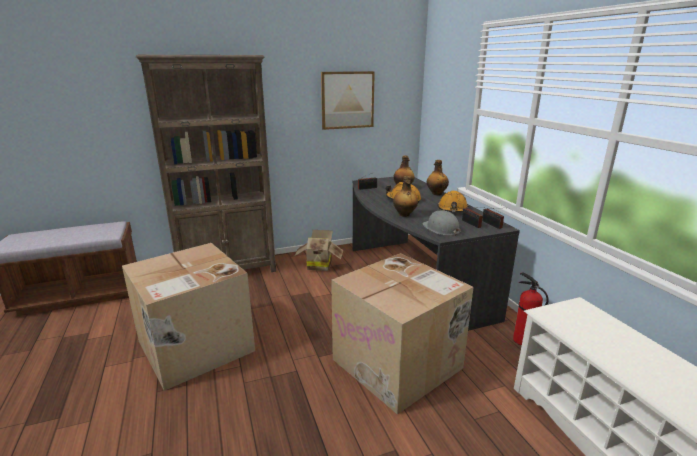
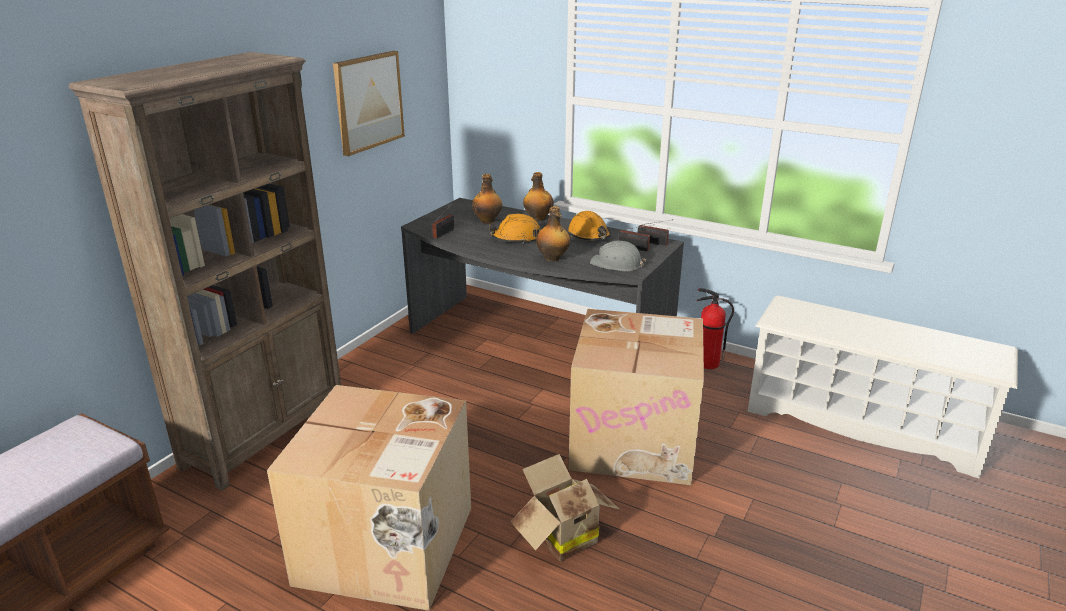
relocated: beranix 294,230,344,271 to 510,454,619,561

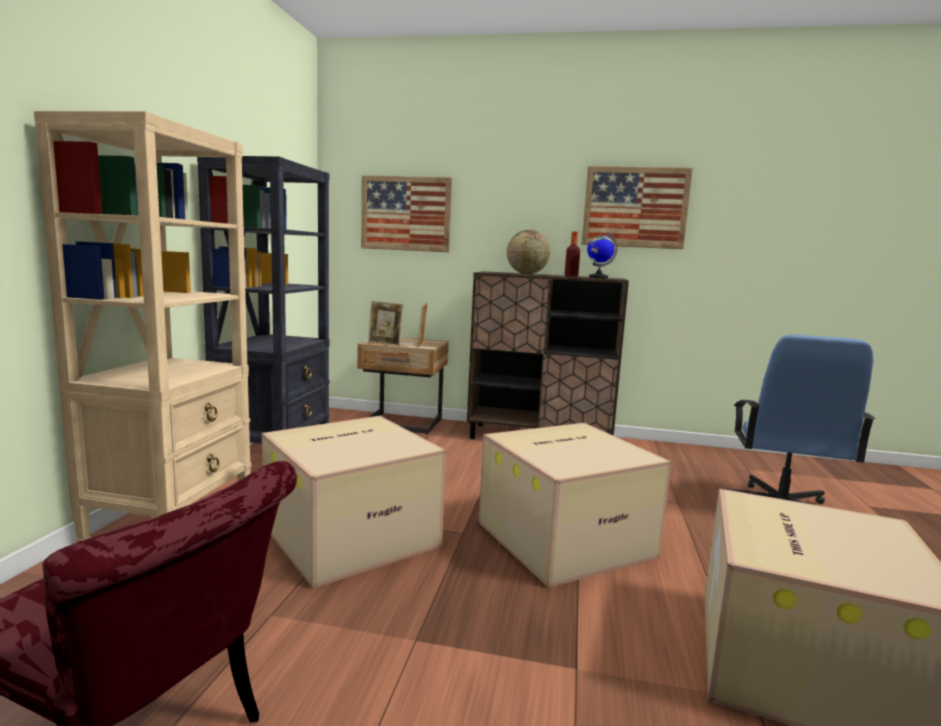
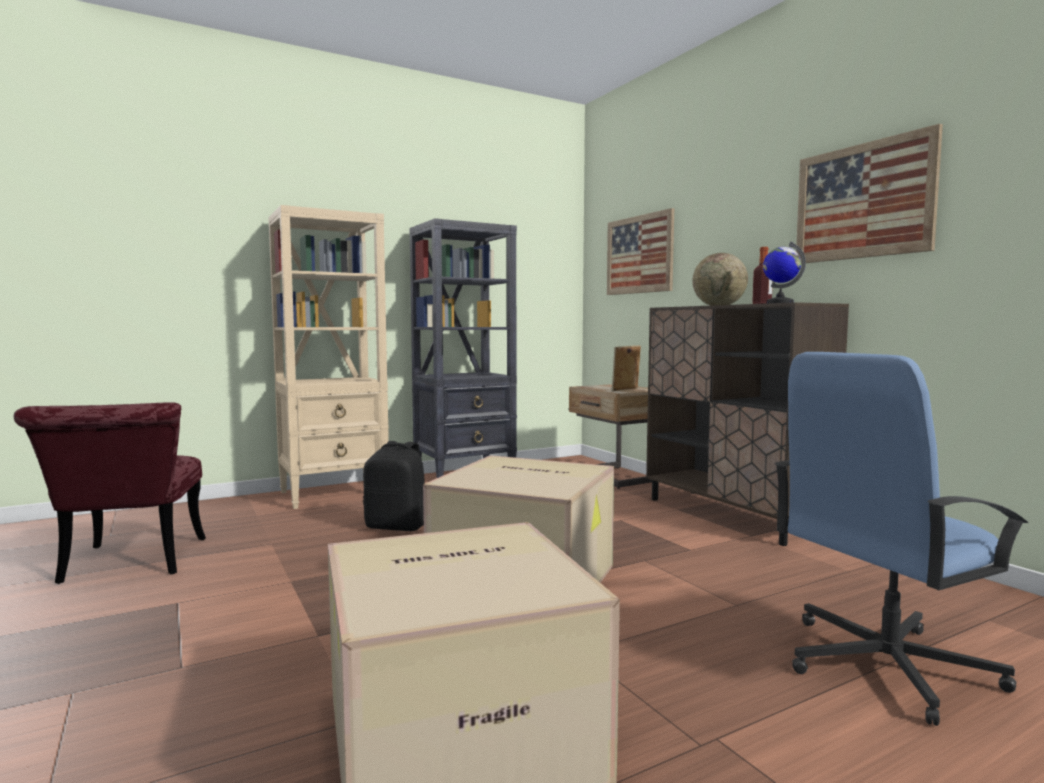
missing: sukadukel 368,301,403,346
exchanged: beranix 262,416,446,588 to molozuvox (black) 363,441,425,531

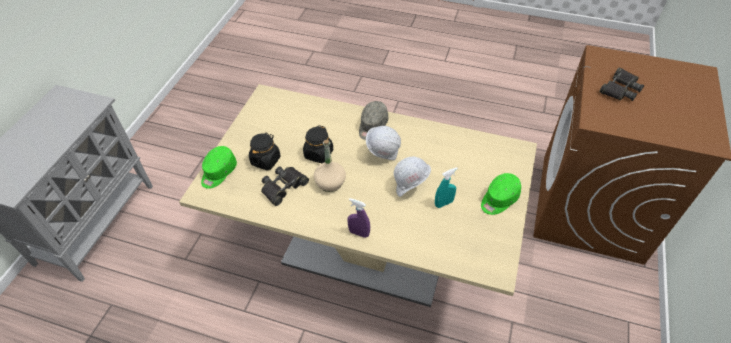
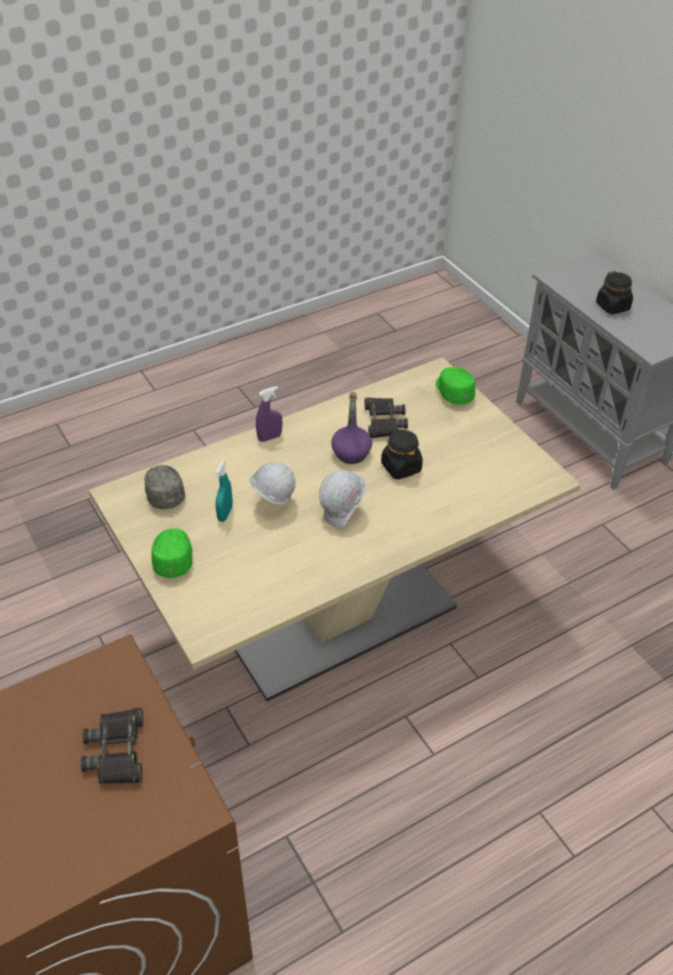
relocated: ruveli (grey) 359,101,388,140 to 145,465,185,509; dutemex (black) 249,132,281,170 to 596,271,633,314
colour: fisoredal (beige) 314,140,346,192 to fisoredal (purple) 331,392,372,464

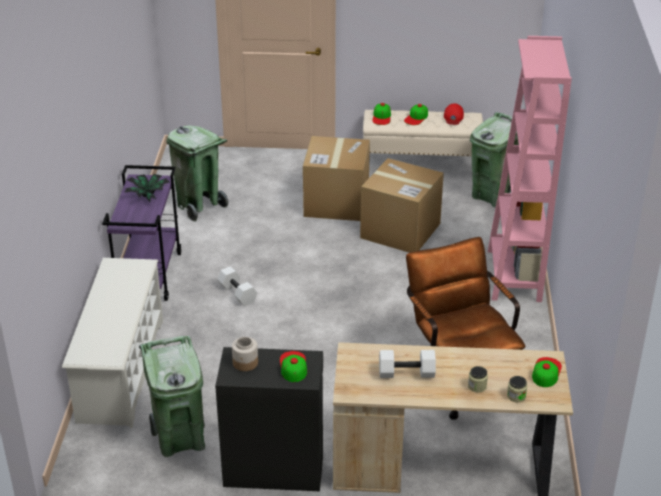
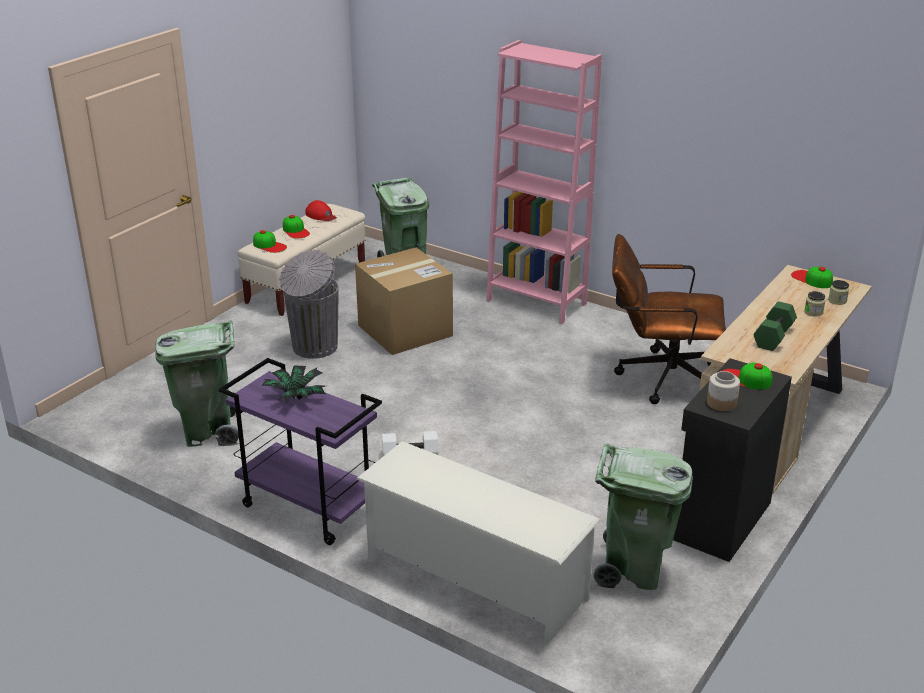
exchanged: beranix 303,136,370,221 to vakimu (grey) 279,250,339,359
colour: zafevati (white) 379,350,436,378 to zafevati (green) 753,301,797,351

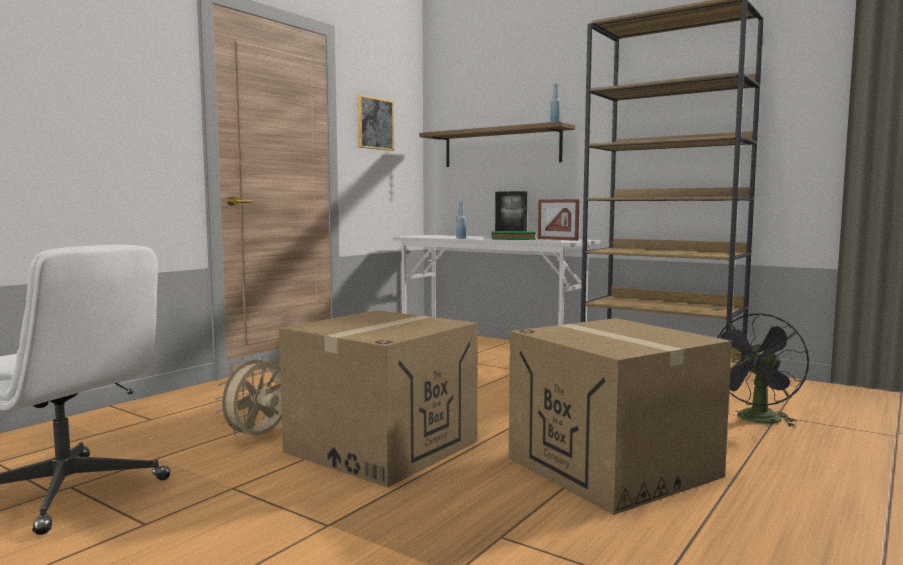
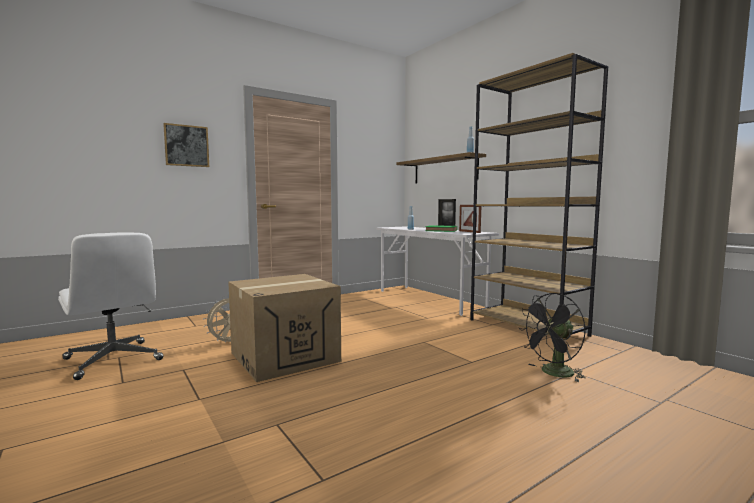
missing: beranix 509,318,732,515
relocated: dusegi 357,95,394,151 to 163,123,209,167

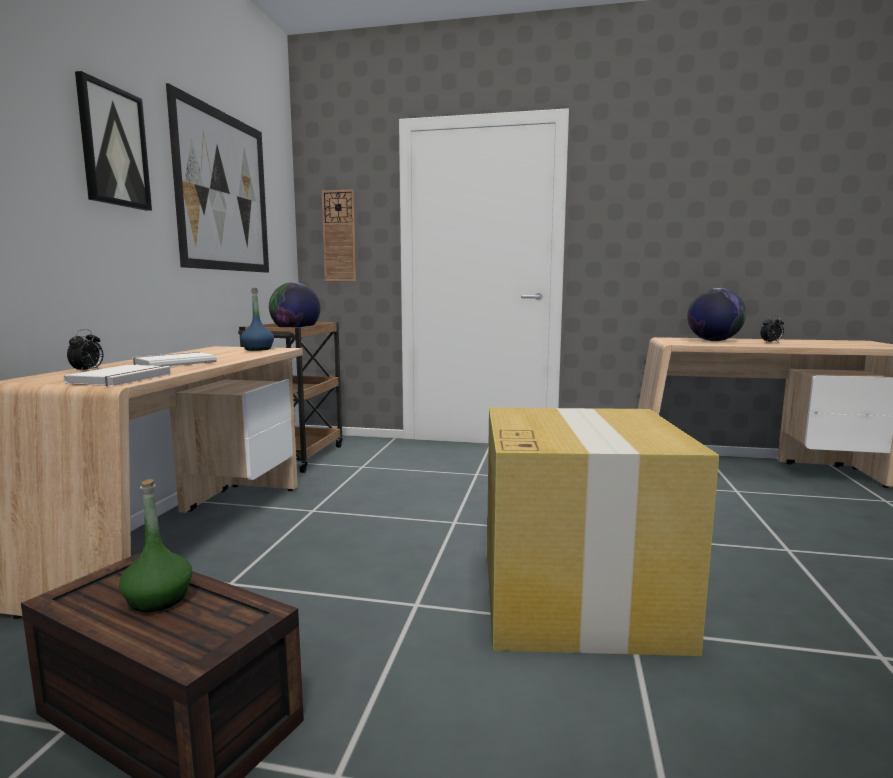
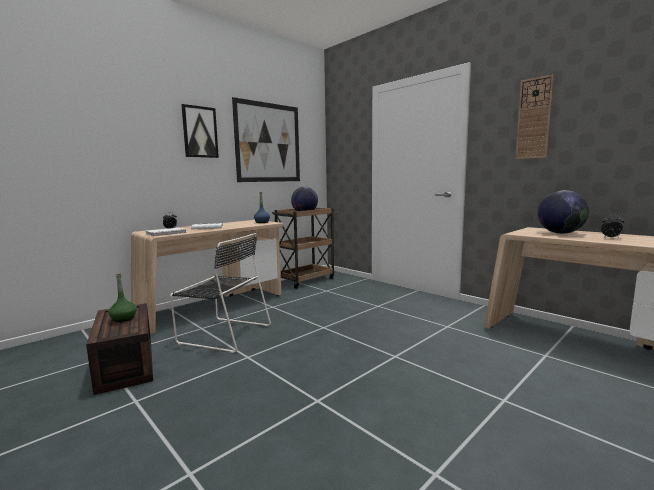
missing: beranix 487,408,719,656
appeared: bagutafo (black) 170,233,271,353
relocated: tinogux 322,189,357,281 to 515,74,554,159

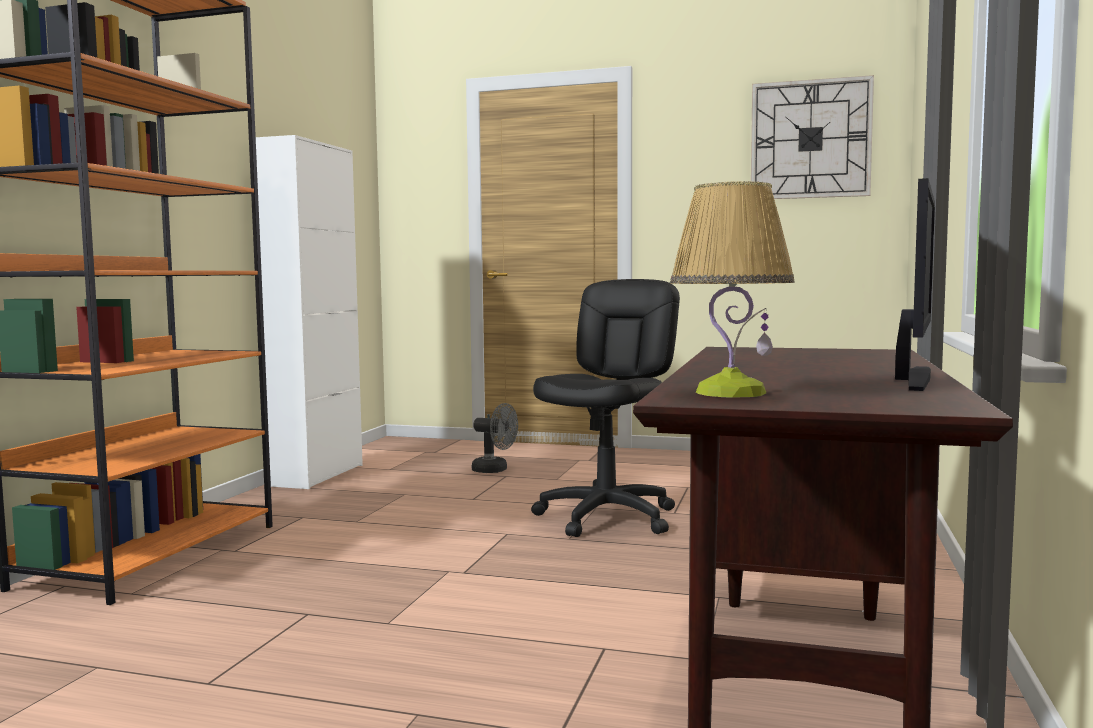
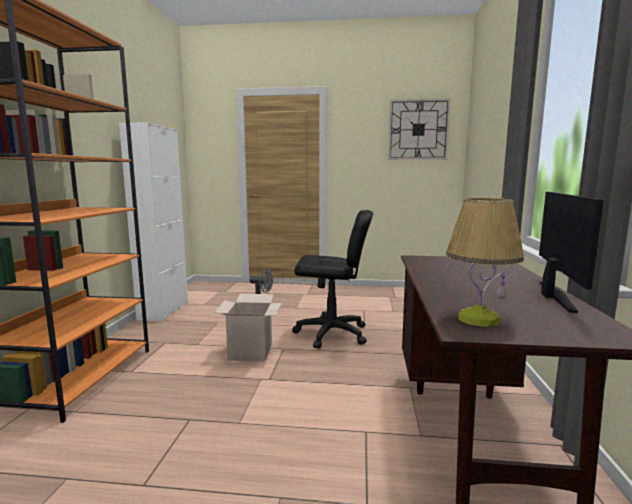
appeared: beranix 215,294,282,362
spun: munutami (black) 531,279,680,537 = 292,210,373,349 75 degrees clockwise

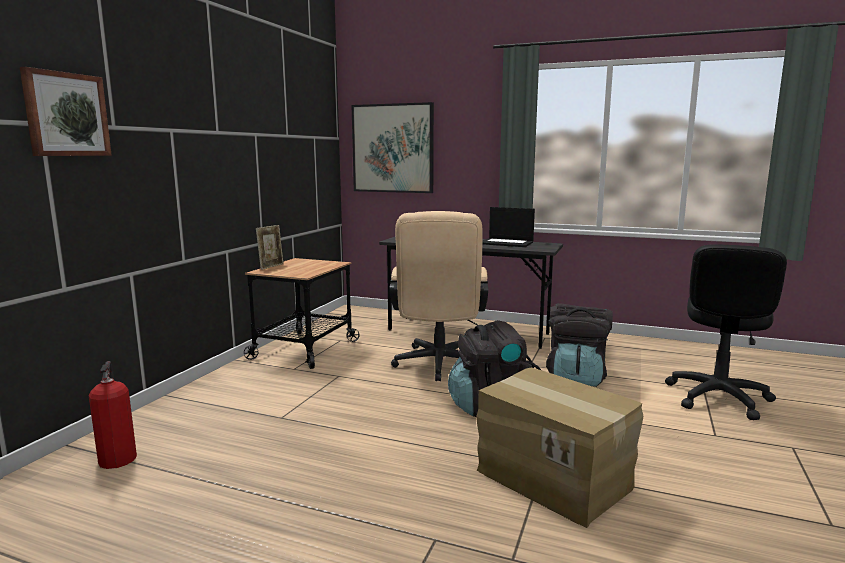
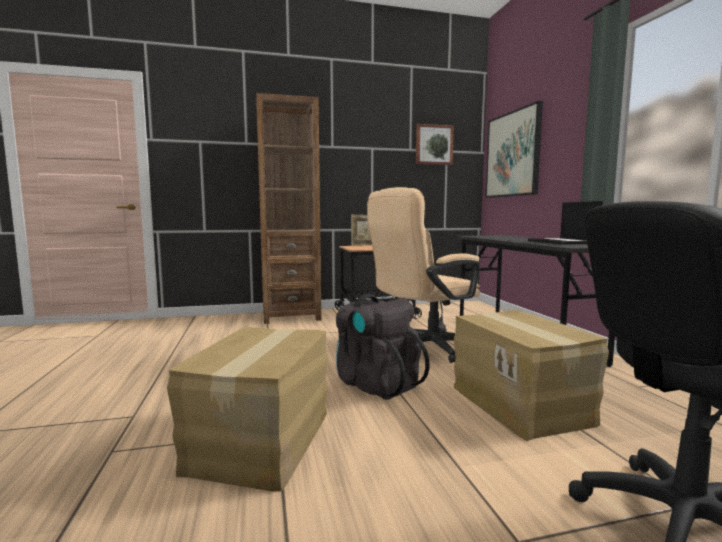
missing: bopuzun 89,361,137,469
appeared: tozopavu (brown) 256,93,321,324
relocated: dusegi 20,67,112,156 to 416,124,454,165
exchanged: molozuvox (black) 546,303,613,387 to beranix 454,310,609,441

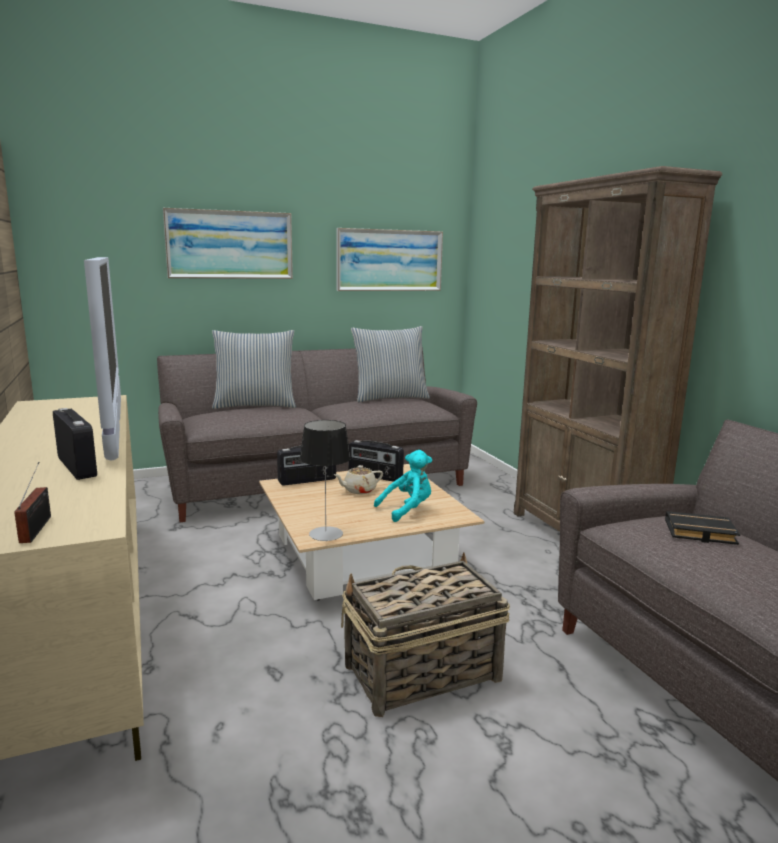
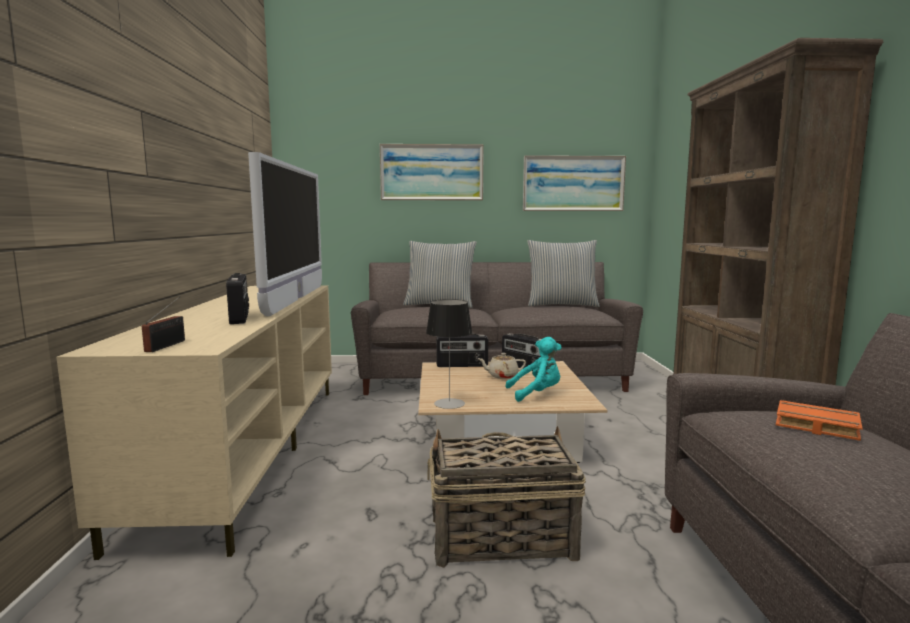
colour: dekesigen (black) 665,511,740,545 to dekesigen (orange) 776,400,862,441

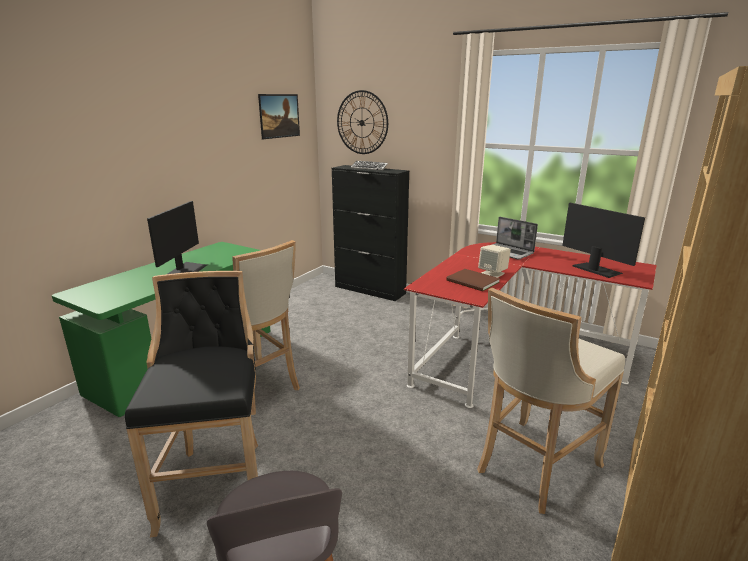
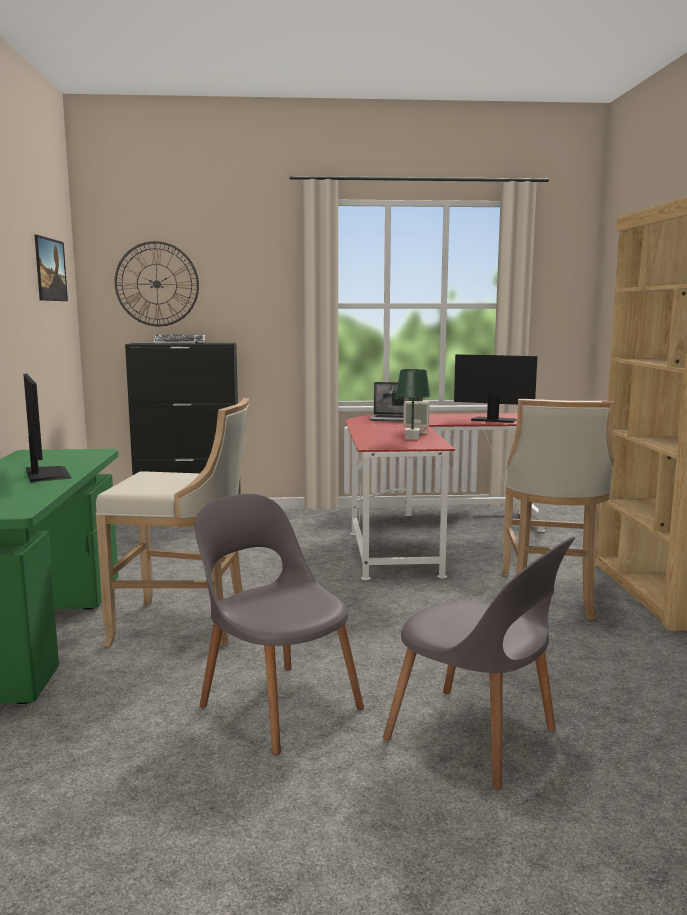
exchanged: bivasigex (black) 125,271,258,538 to bagutafo (grey) 195,494,364,755; dekesigen (brown) 446,269,500,291 to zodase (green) 395,369,431,440

